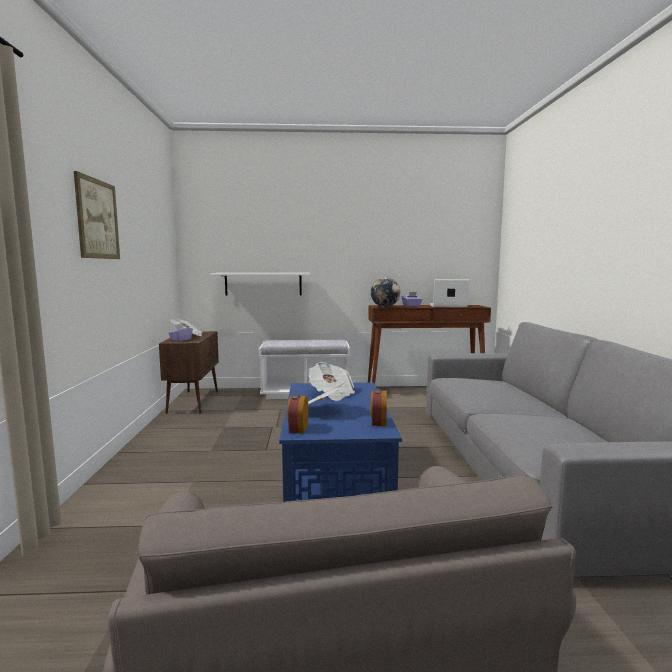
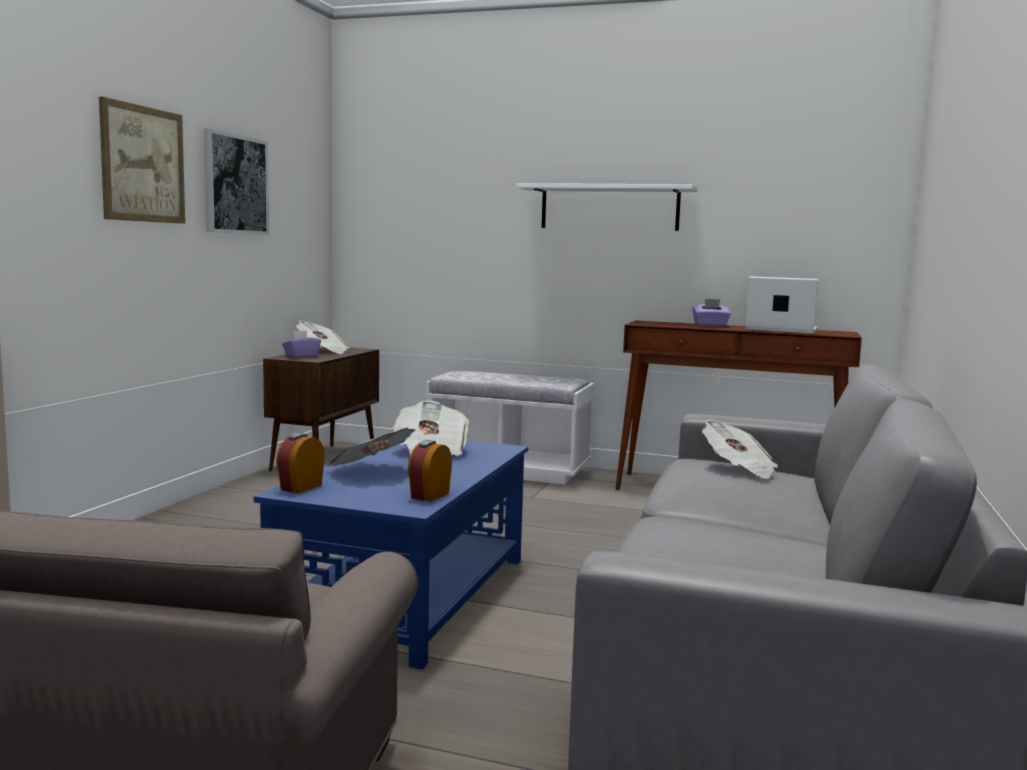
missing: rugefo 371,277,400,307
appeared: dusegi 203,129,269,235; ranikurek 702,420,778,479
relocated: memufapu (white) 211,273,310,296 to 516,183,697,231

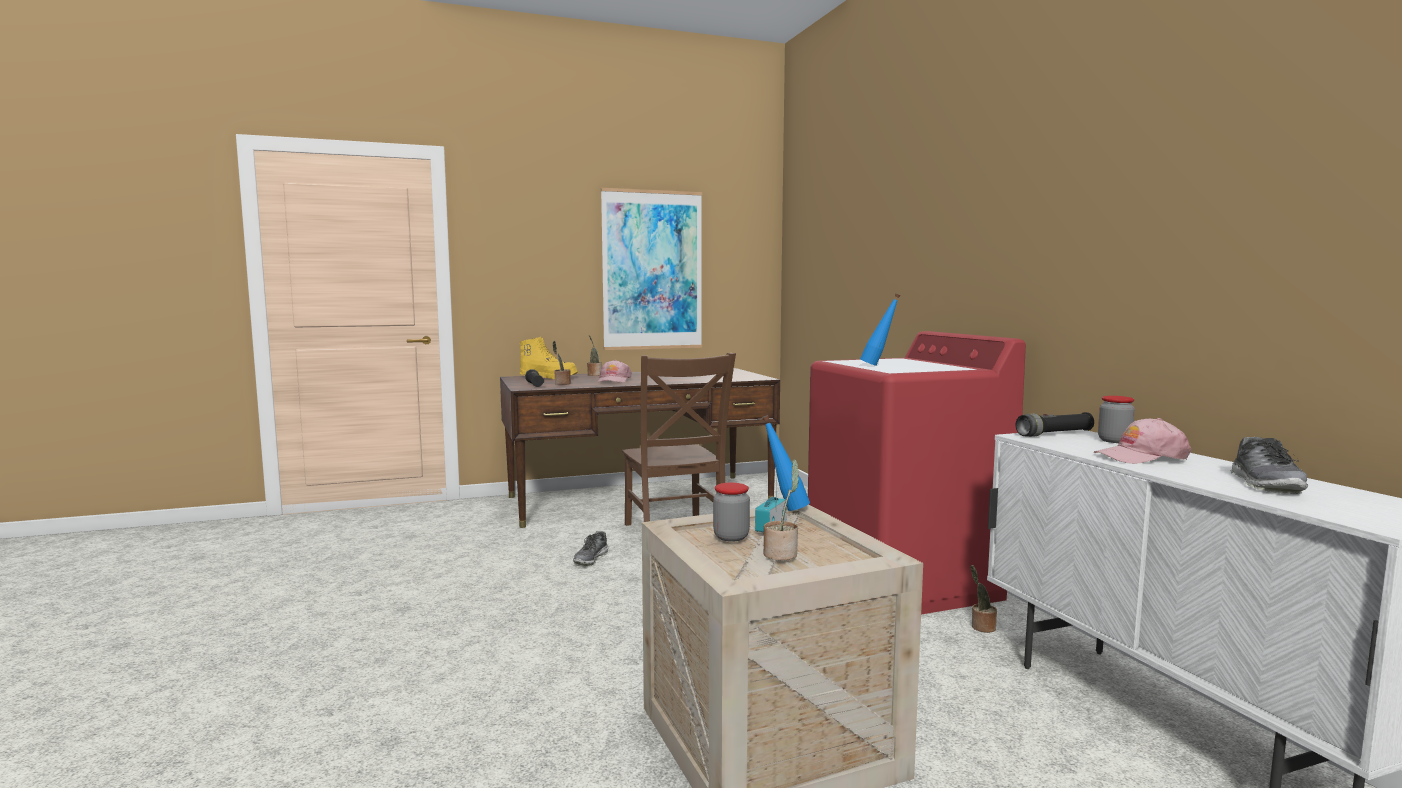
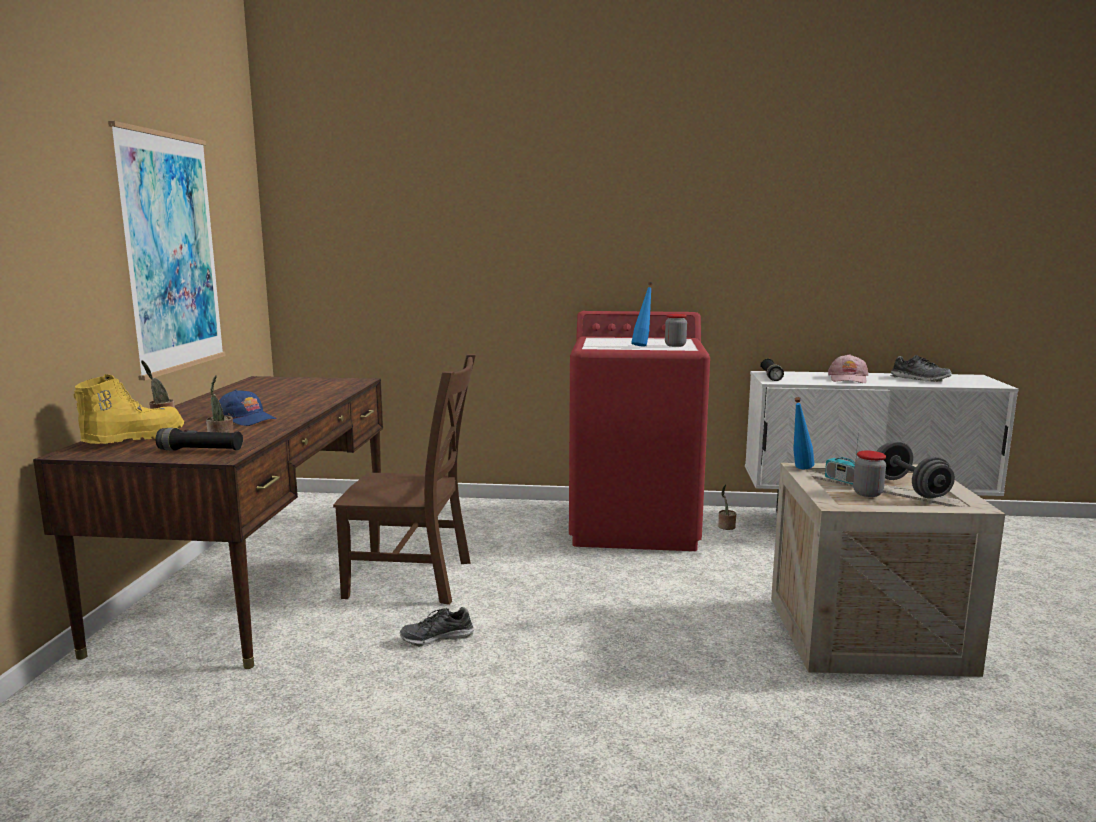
relocated: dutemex 1098,396,1135,443 to 665,314,687,347
exchanged: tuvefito 764,459,799,560 to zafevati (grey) 877,441,955,498
colour: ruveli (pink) 598,360,632,383 to ruveli (blue) 219,389,277,426
spun: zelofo 573,531,608,566 = 400,607,474,647 120 degrees clockwise

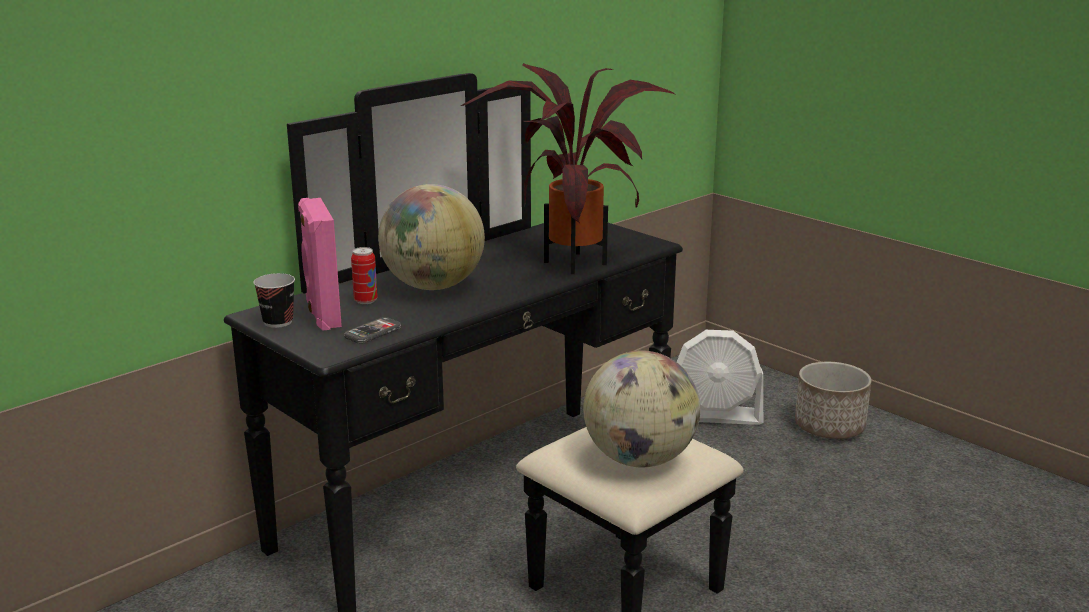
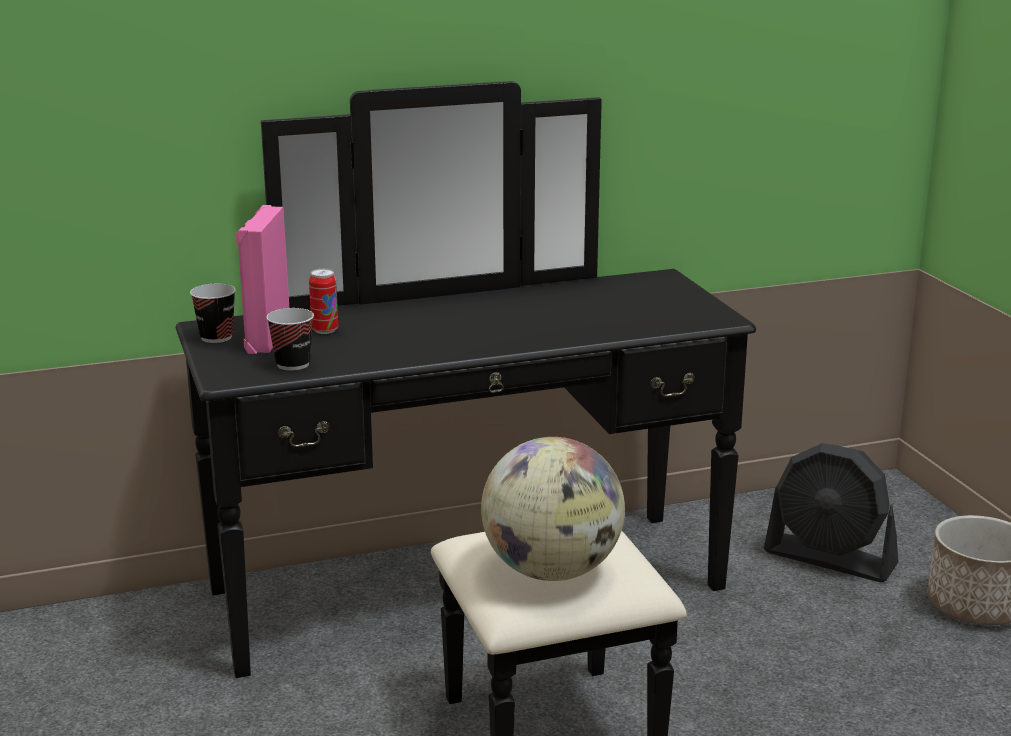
missing: rugefo 378,184,485,290; tuvefito 461,63,675,274
exchanged: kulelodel 344,317,401,343 to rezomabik 266,308,314,371
colour: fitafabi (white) 677,330,763,425 to fitafabi (black) 764,443,898,582

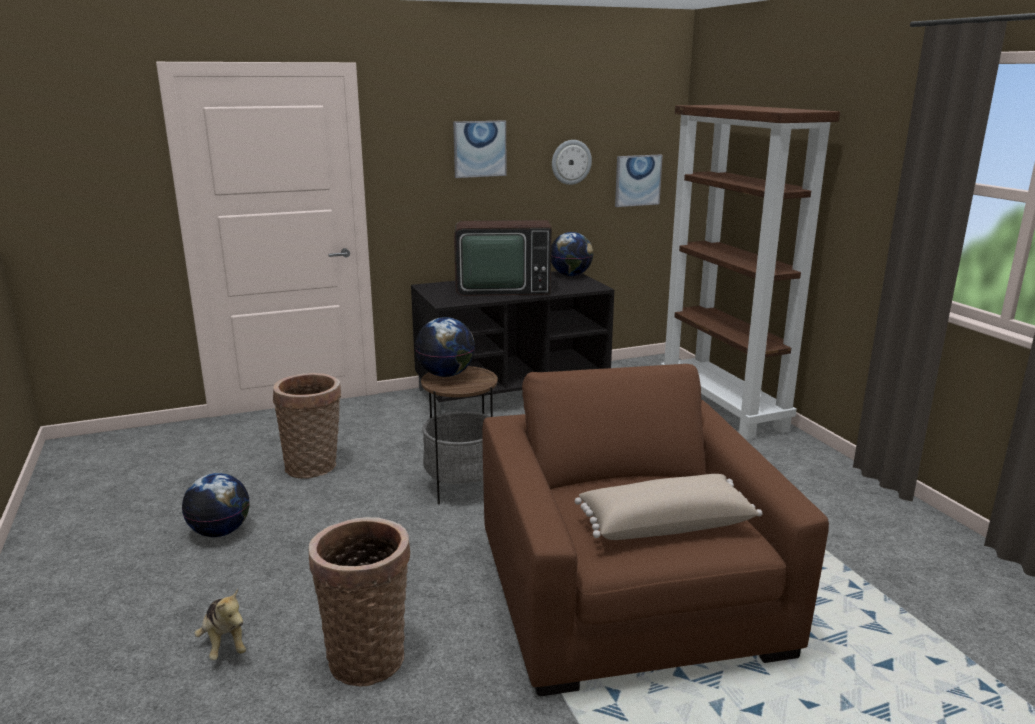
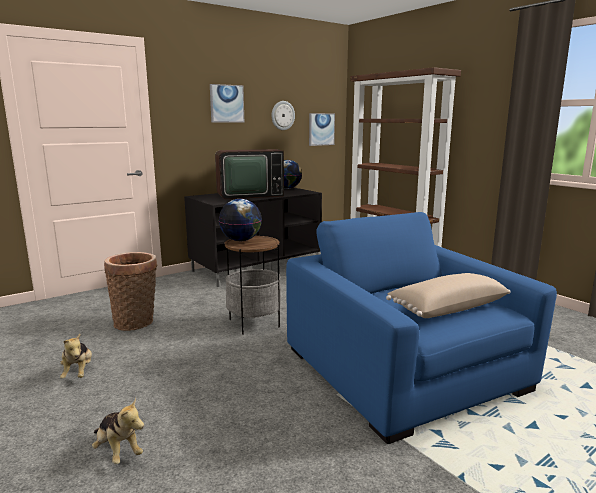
missing: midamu 309,517,410,687
exchanged: rugefo 182,473,250,537 to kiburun 60,334,92,379
colour: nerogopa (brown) 482,364,829,696 to nerogopa (blue) 286,212,557,444

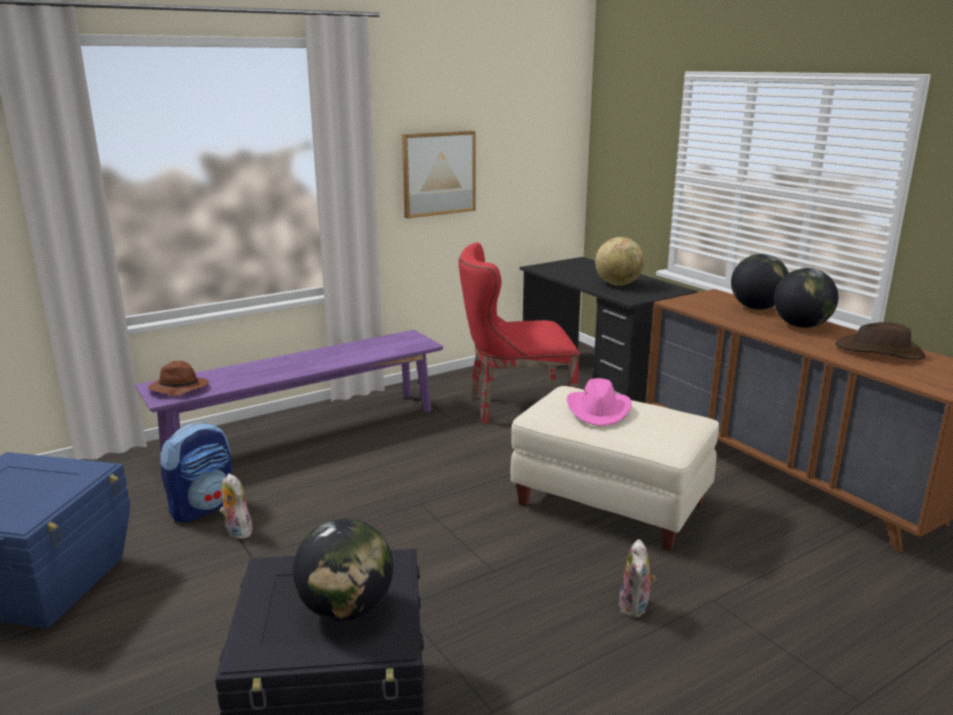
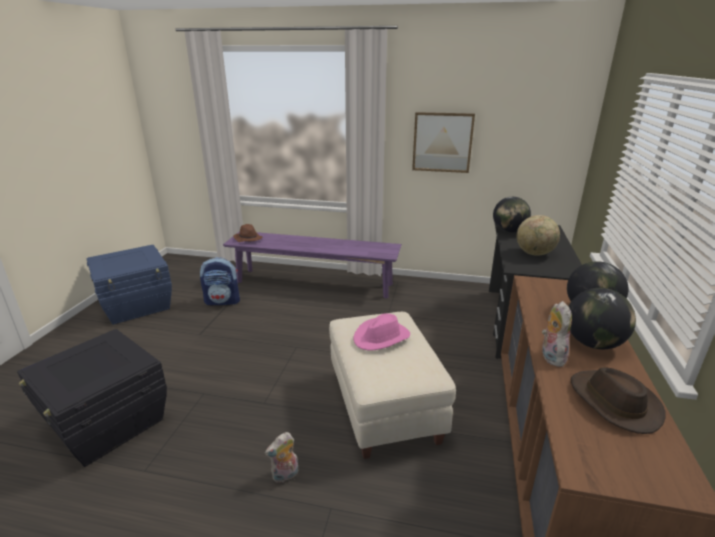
missing: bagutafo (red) 458,243,580,424
relocated: rugefo 293,518,393,621 to 493,197,531,233; kiburun 220,473,253,539 to 542,301,572,367

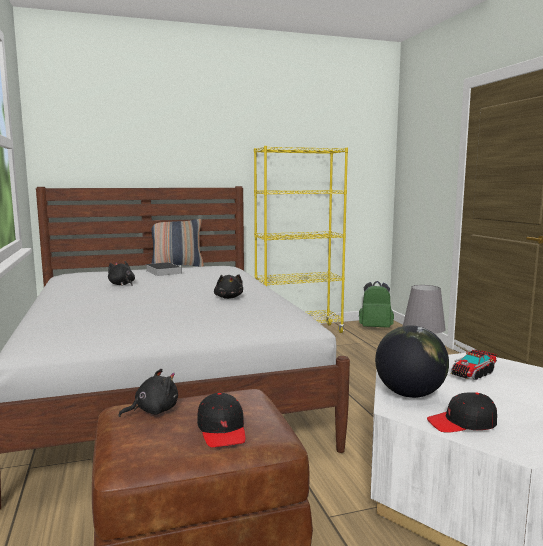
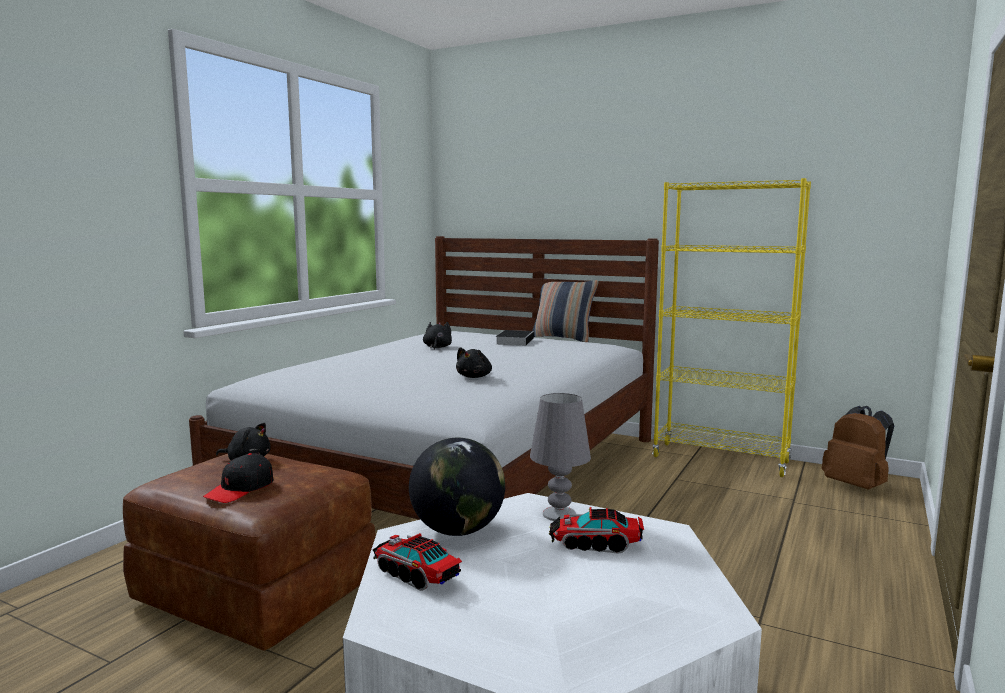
exchanged: ruveli (black) 427,393,497,433 to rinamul 373,533,462,591
colour: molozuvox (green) 359,281,394,328 to molozuvox (brown) 822,406,894,490

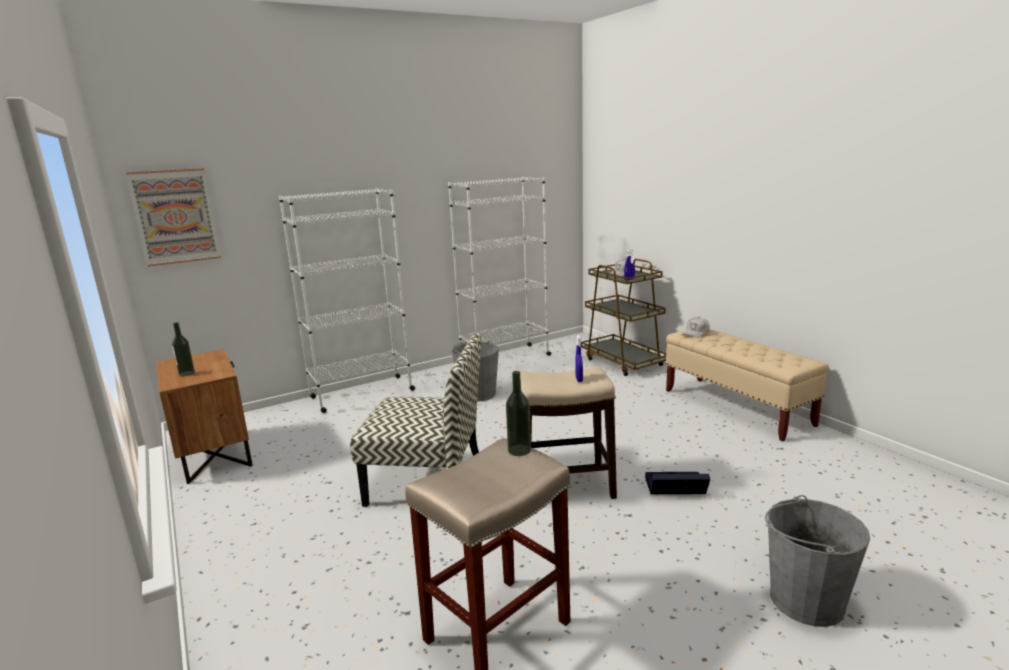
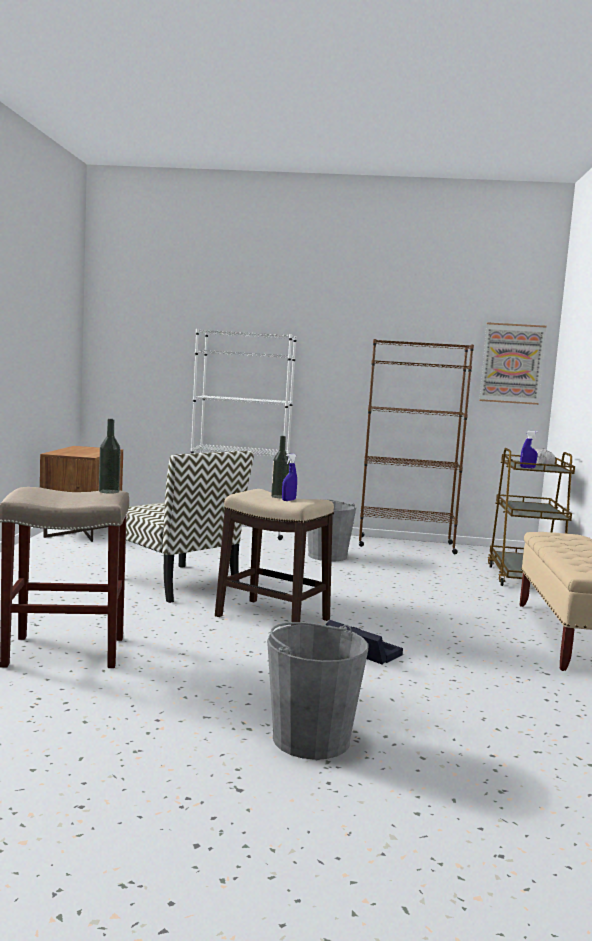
missing: ruveli (white) 682,317,710,338
relocated: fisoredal 172,322,195,376 to 271,436,290,498; dusegi 126,168,221,267 to 479,322,547,405
colour: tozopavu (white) 448,177,551,356 to tozopavu (brown) 359,339,474,554

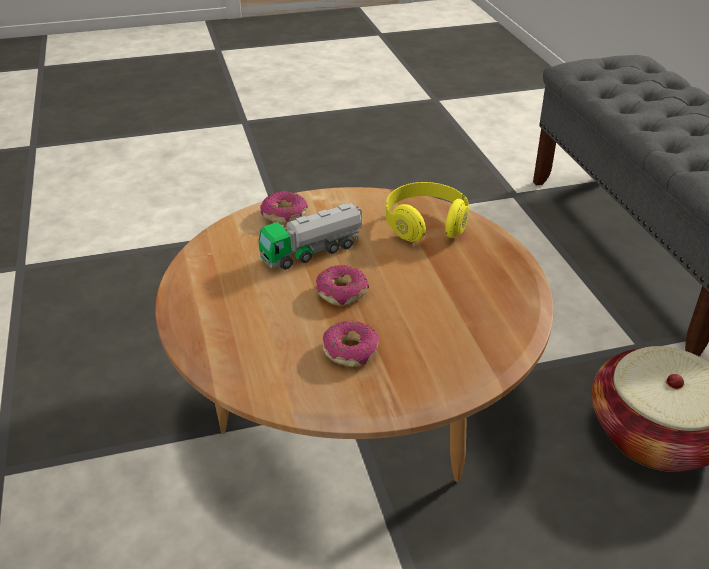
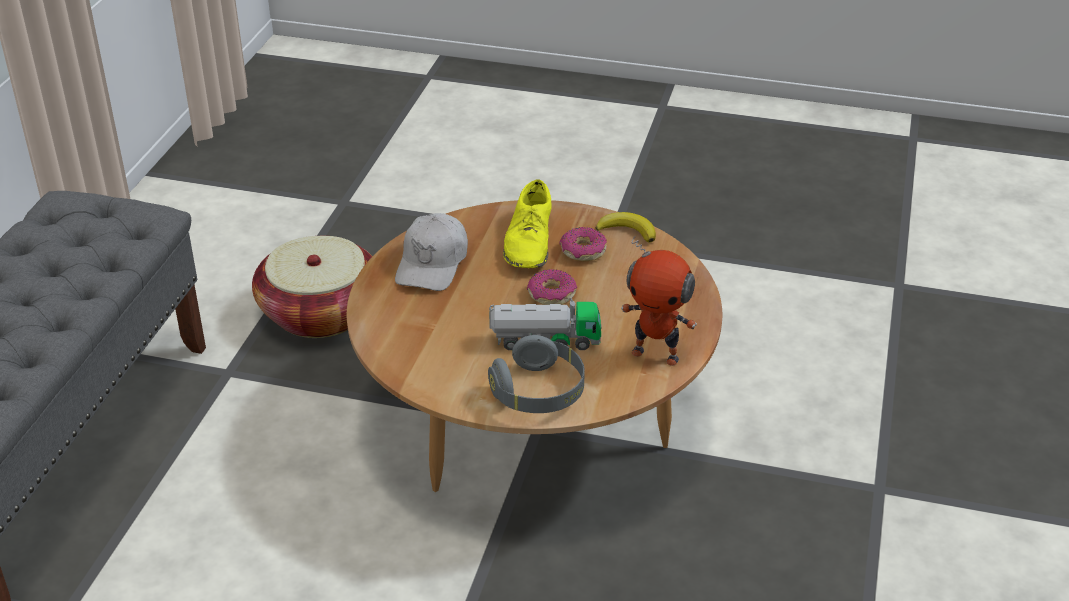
missing: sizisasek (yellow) 386,182,469,242
appeared: ruveli (white) 395,213,468,291; zelofo (yellow) 503,180,552,268; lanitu 595,212,656,243; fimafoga 621,236,697,366
exchanged: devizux 260,191,308,223 to sizisasek (grey) 488,335,585,413

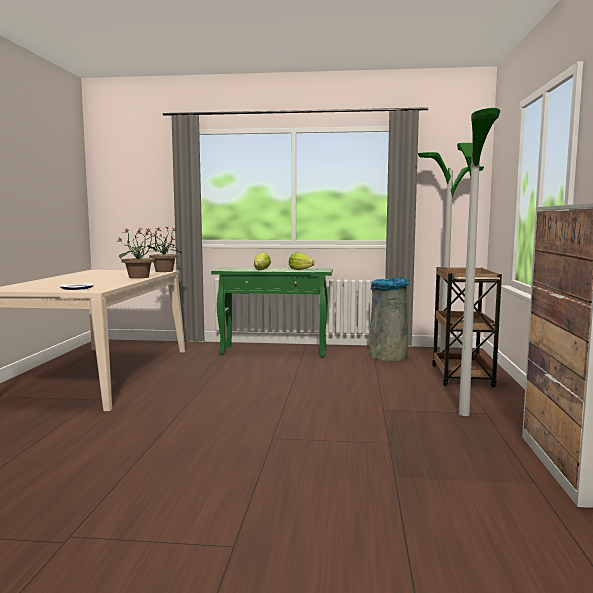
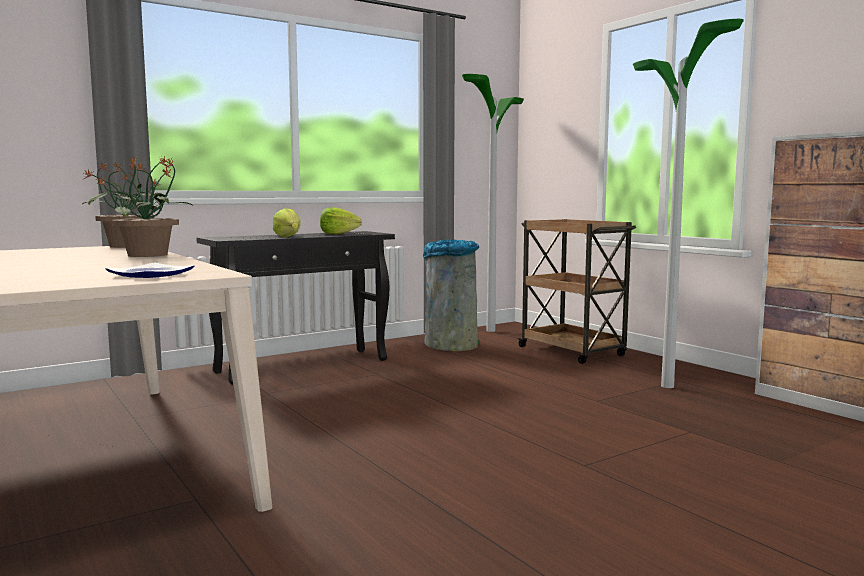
colour: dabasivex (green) 211,268,333,358 to dabasivex (black) 196,231,395,385

